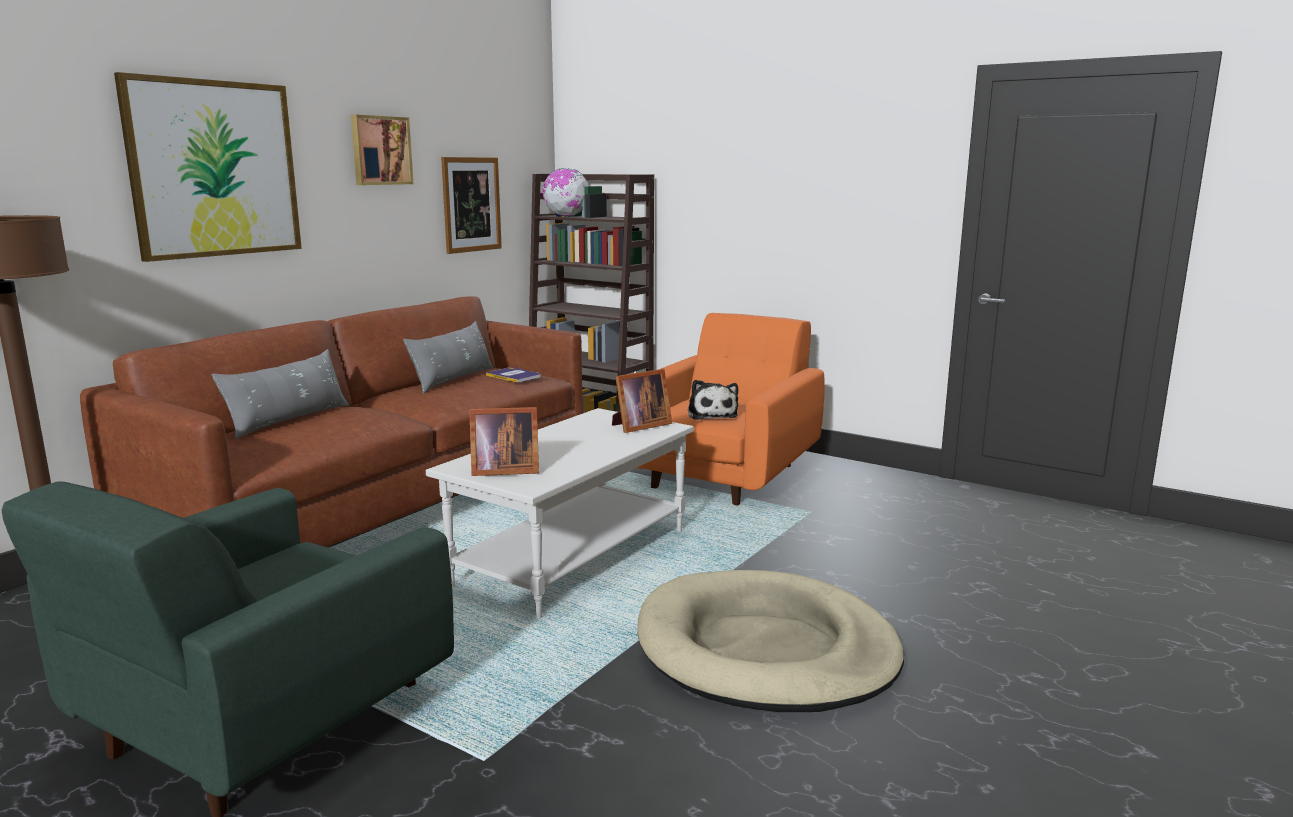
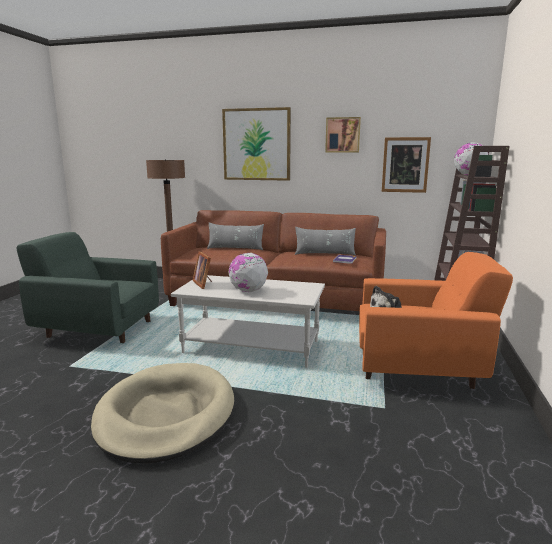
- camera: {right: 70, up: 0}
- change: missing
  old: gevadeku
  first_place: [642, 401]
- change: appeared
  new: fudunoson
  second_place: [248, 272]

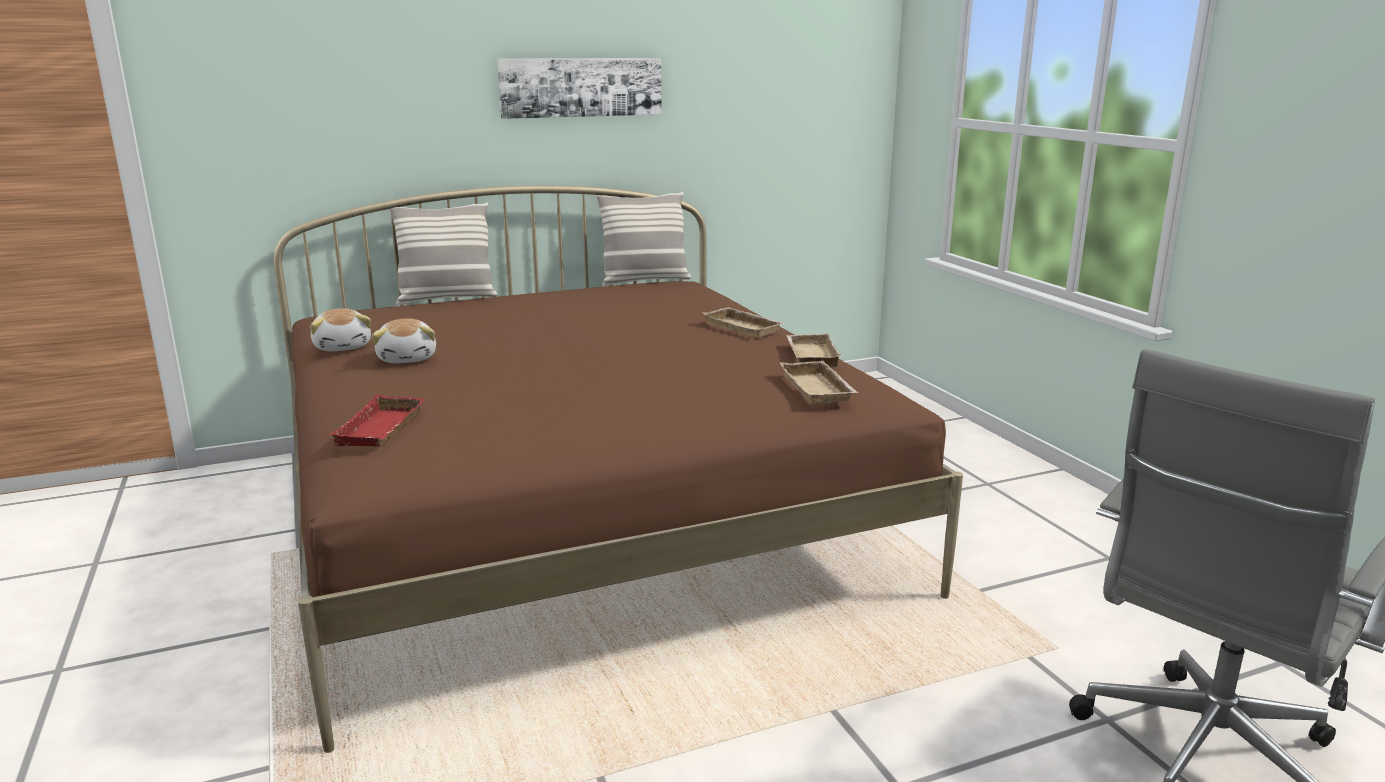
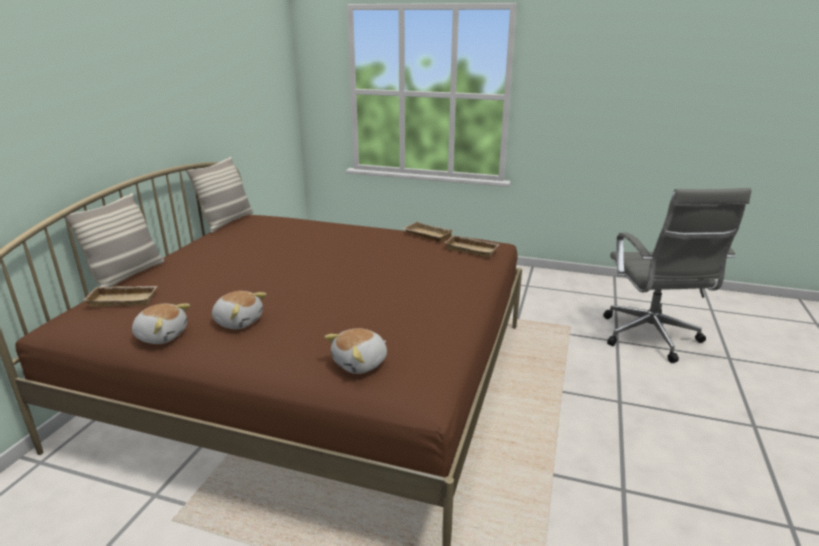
- camera: {right: -50, up: 5}
- change: missing
  old: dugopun
  first_place: [579, 88]
- change: relocated
  old: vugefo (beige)
  first_place: [743, 322]
  second_place: [120, 296]
- change: exchanged
  old: vugefo (red)
  new: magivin
  first_place: [377, 420]
  second_place: [355, 351]

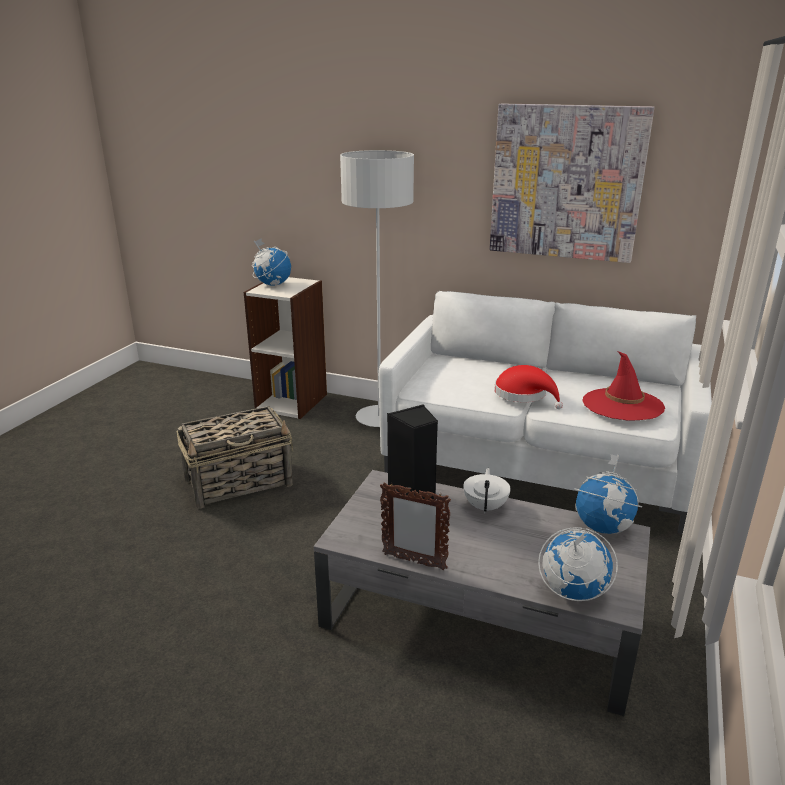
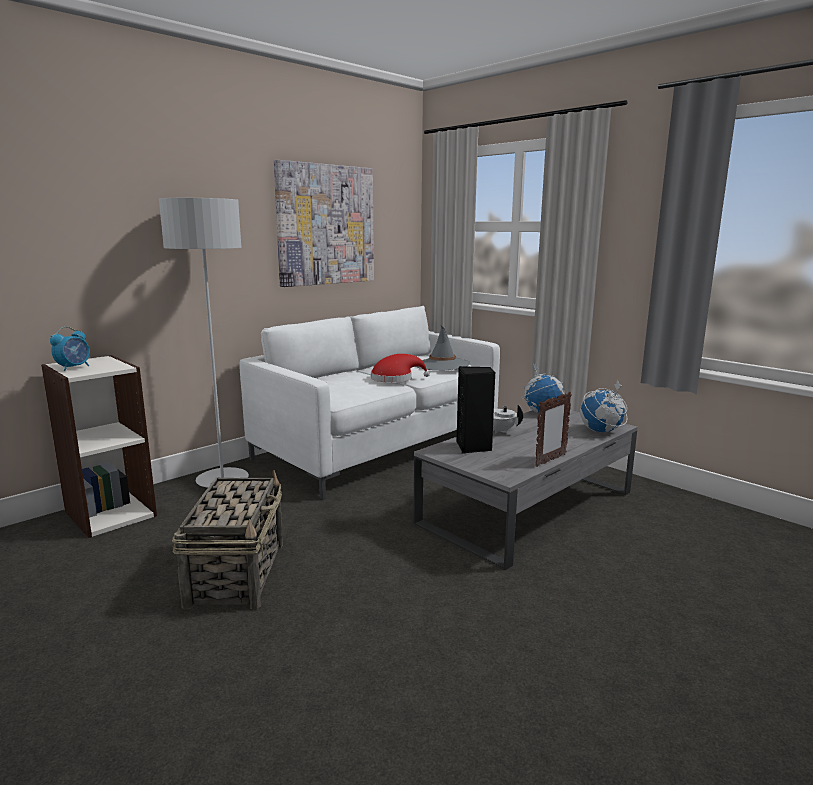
- camera: {right: -65, up: -10}
- change: exchanged
  old: fudunoson
  new: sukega
  first_place: [271, 261]
  second_place: [70, 348]
- change: colour
  old: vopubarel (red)
  new: vopubarel (grey)
  first_place: [623, 386]
  second_place: [444, 348]

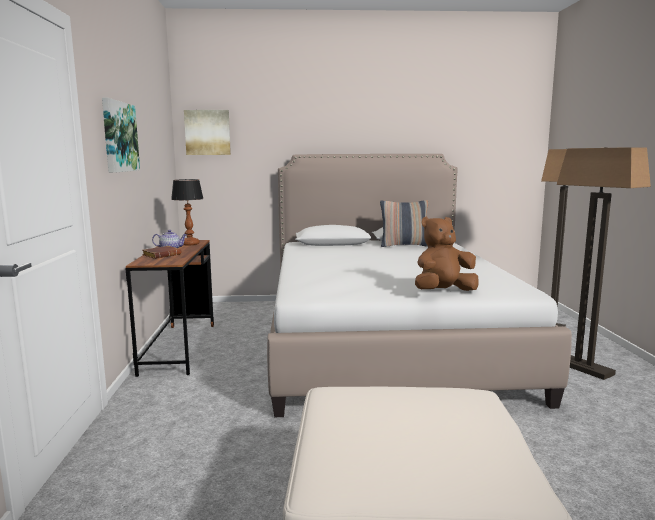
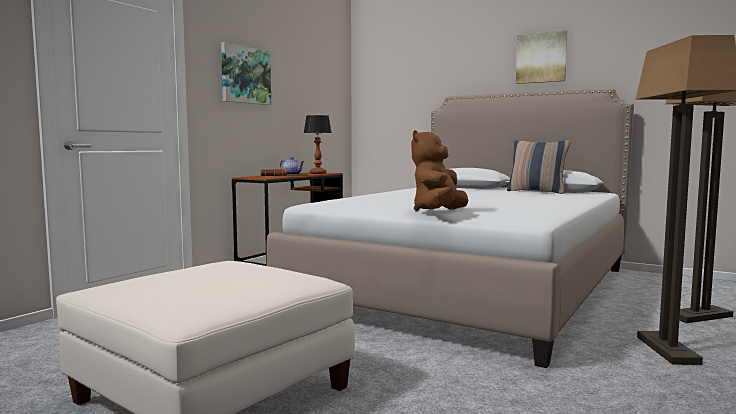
- camera: {right: 35, up: -5}
- change: relocated
  old: dugopun
  first_place: [207, 132]
  second_place: [542, 57]
- change: spun
  old: magivin (brown)
  first_place: [446, 254]
  second_place: [439, 170]
  degrees: -75

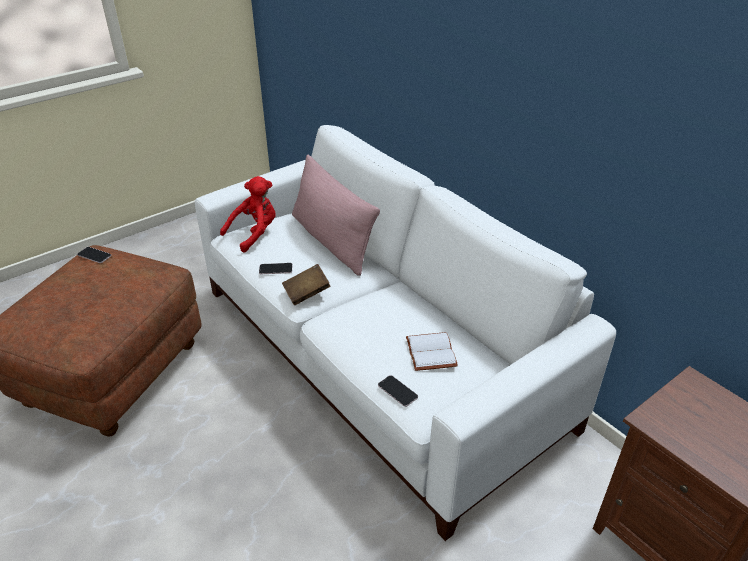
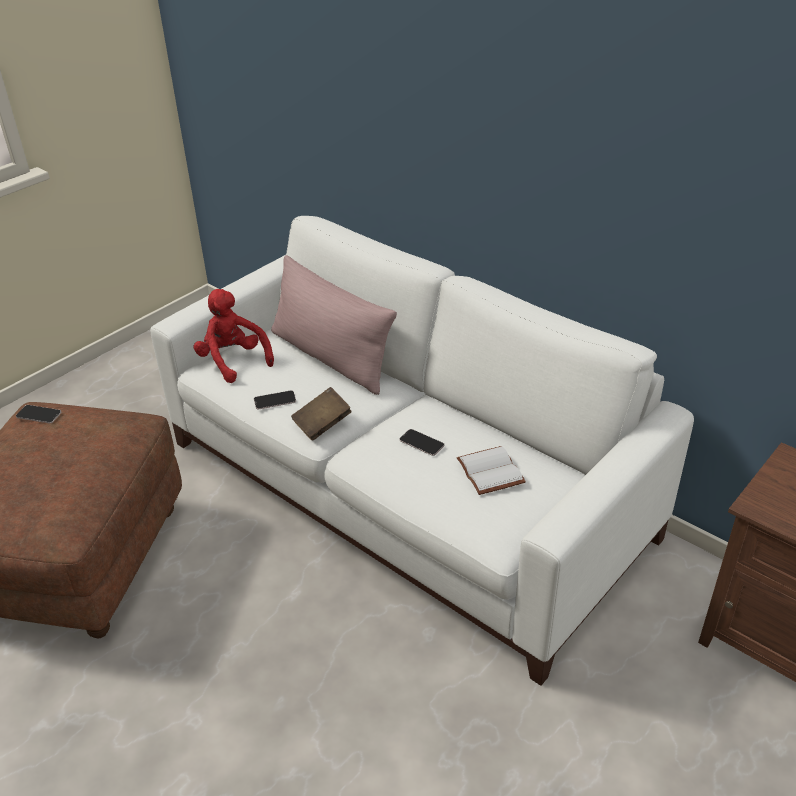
- camera: {right: -10, up: 0}
- change: relocated
  old: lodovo
  first_place: [398, 391]
  second_place: [421, 442]
- change: spun
  old: magivin (red)
  first_place: [248, 214]
  second_place: [234, 336]
  degrees: -75

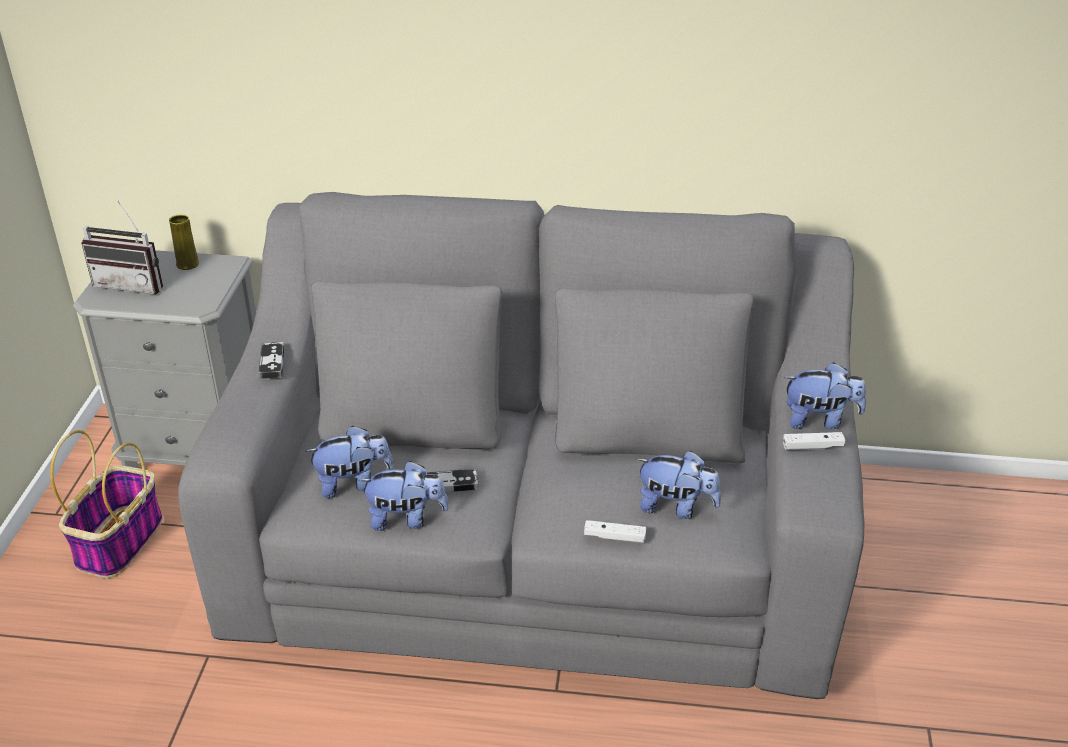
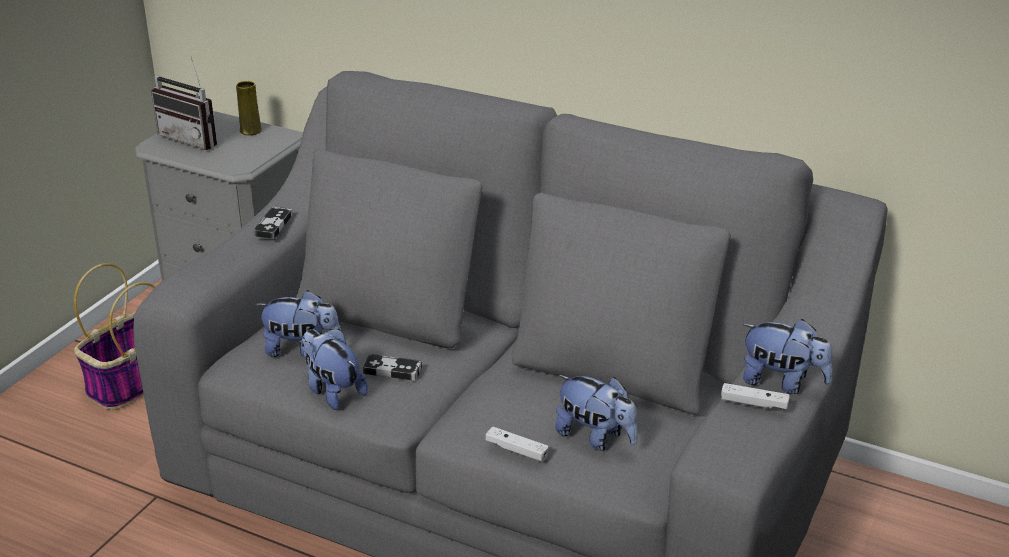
- camera: {right: 20, up: -5}
- change: spun
  old: magivin
  first_place: [403, 496]
  second_place: [334, 369]
  degrees: -150

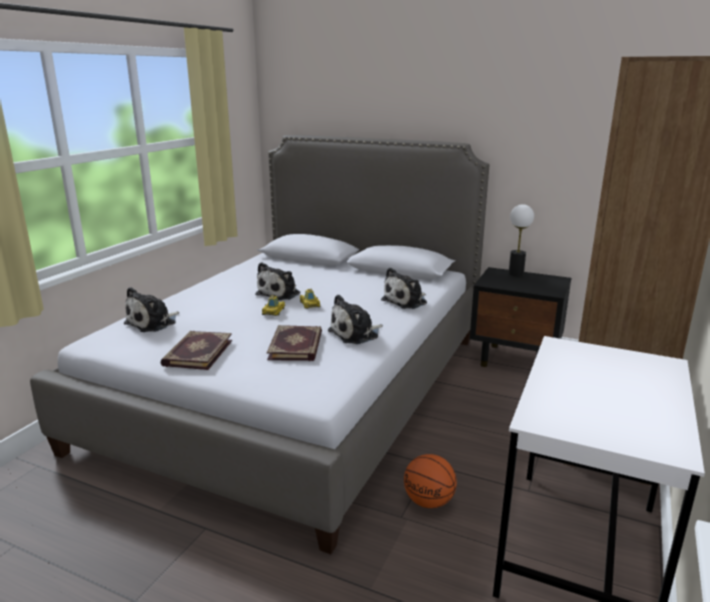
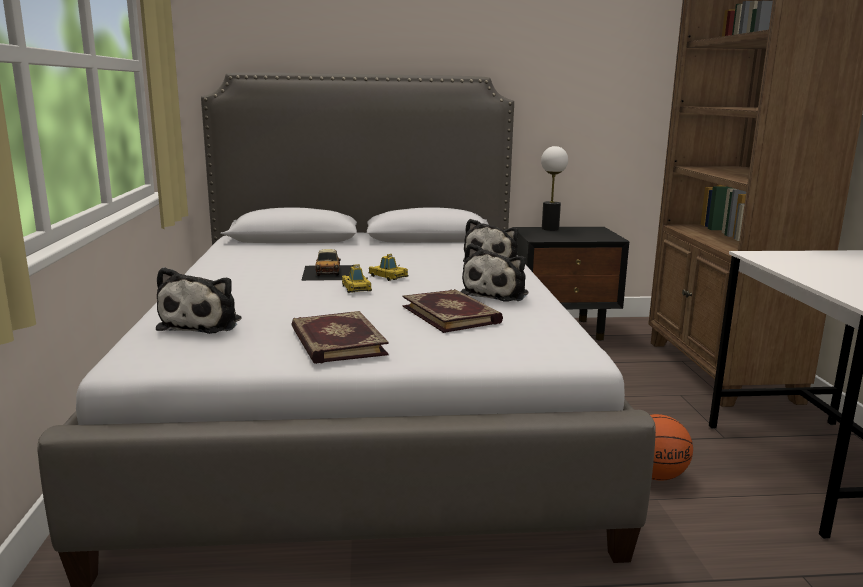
- camera: {right: -30, up: -5}
- change: exchanged
  old: magivin
  new: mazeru
  first_place: [277, 281]
  second_place: [327, 265]

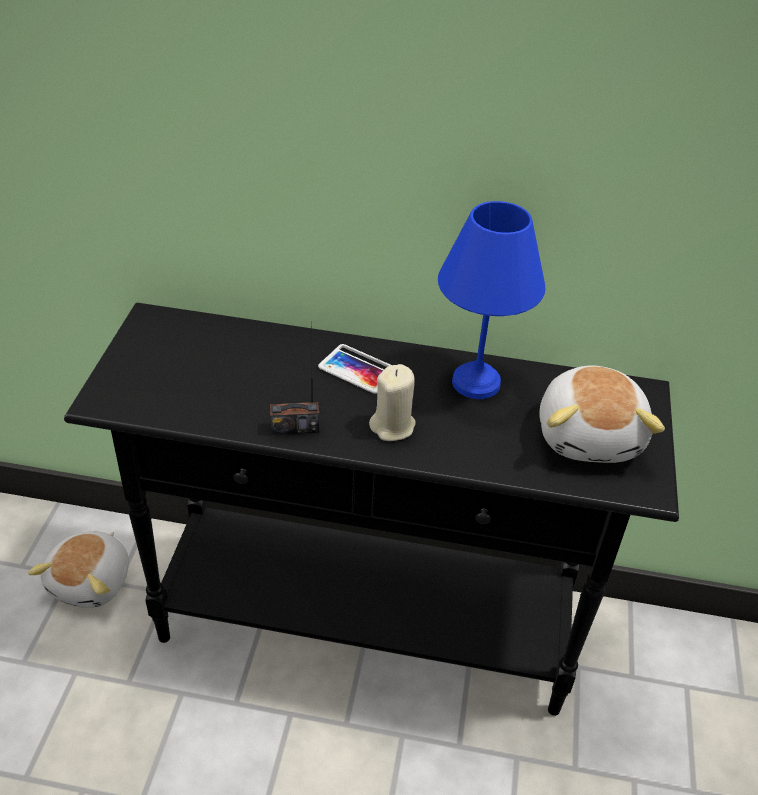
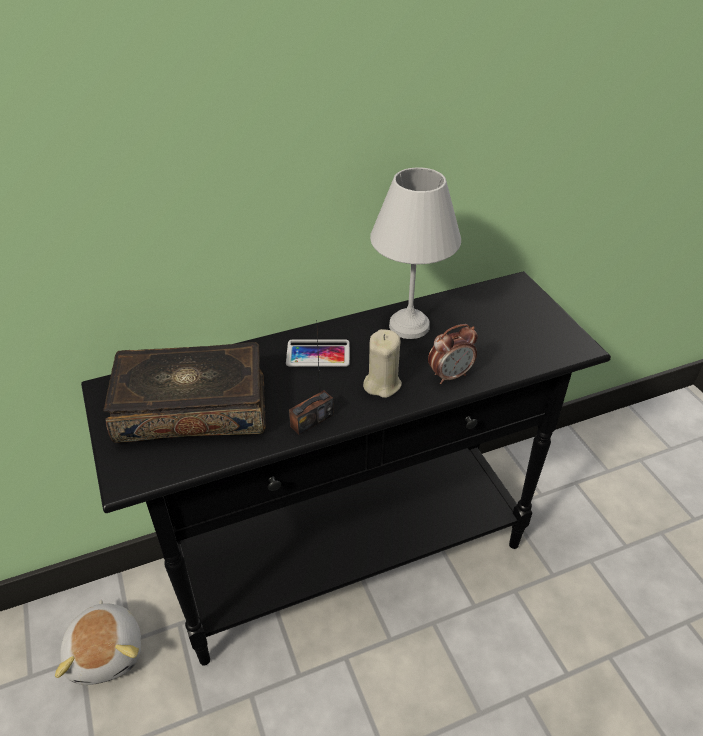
- camera: {right: -30, up: 0}
- change: missing
  old: magivin
  first_place: [602, 414]
- change: appeared
  new: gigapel
  second_place: [184, 392]
- change: appeared
  new: sukega
  second_place: [453, 354]
- change: colour
  old: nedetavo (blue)
  new: nedetavo (white)
  first_place: [491, 300]
  second_place: [415, 253]

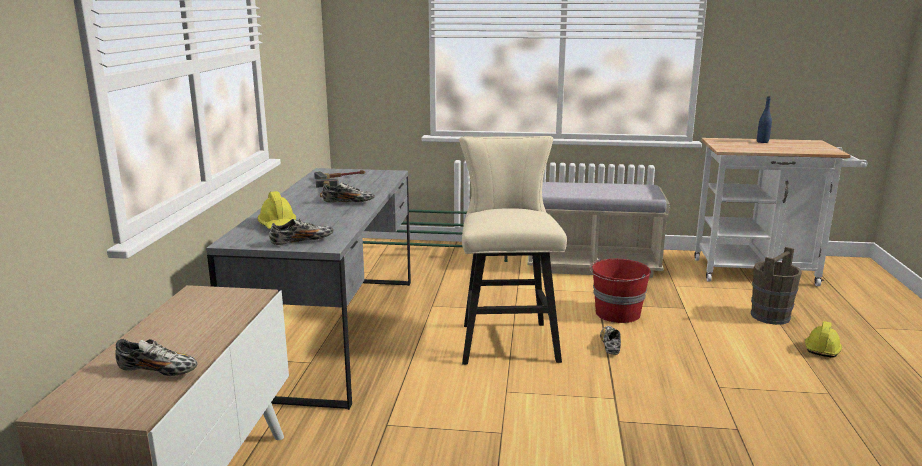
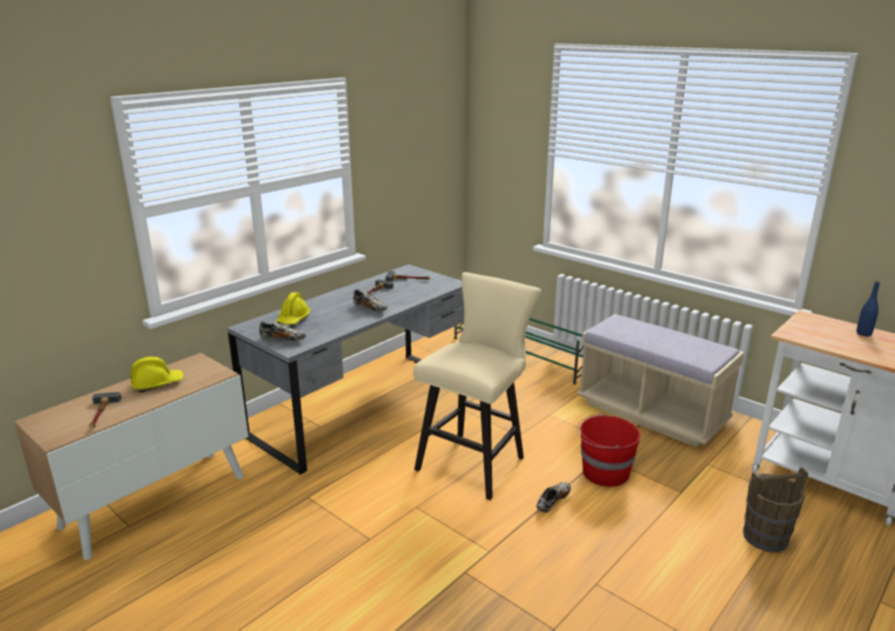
- camera: {right: 35, up: 5}
- change: relocated
  old: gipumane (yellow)
  first_place: [823, 339]
  second_place: [157, 374]
- change: exchanged
  old: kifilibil
  new: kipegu
  first_place: [156, 357]
  second_place: [105, 410]

